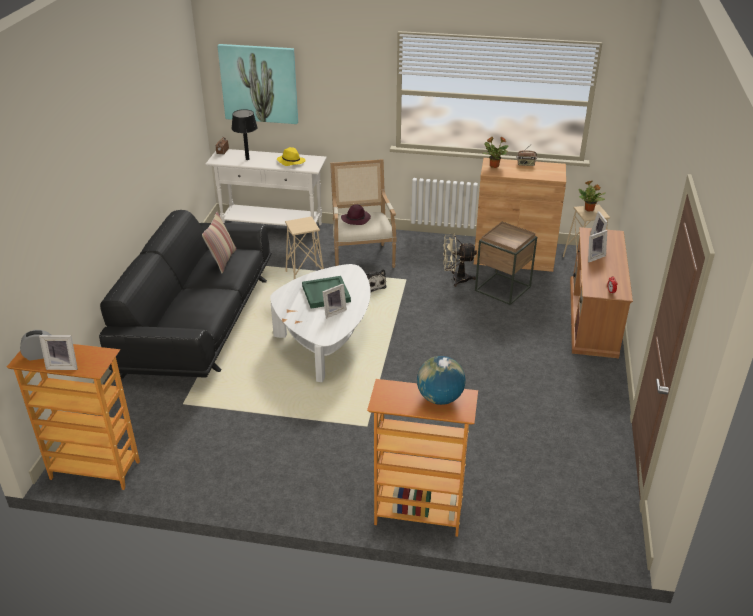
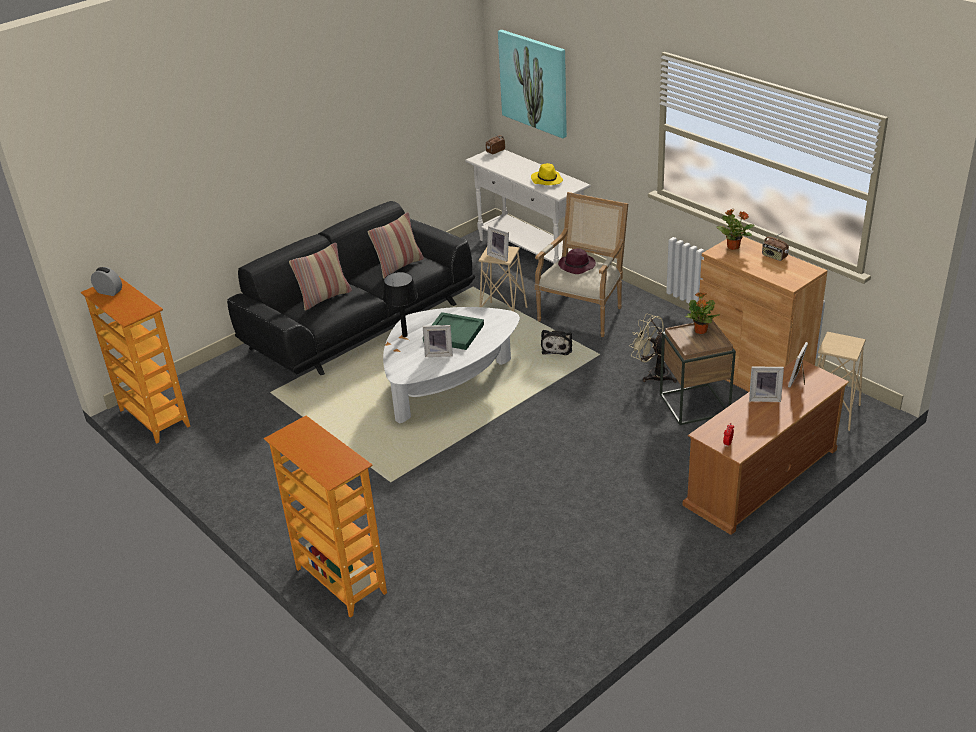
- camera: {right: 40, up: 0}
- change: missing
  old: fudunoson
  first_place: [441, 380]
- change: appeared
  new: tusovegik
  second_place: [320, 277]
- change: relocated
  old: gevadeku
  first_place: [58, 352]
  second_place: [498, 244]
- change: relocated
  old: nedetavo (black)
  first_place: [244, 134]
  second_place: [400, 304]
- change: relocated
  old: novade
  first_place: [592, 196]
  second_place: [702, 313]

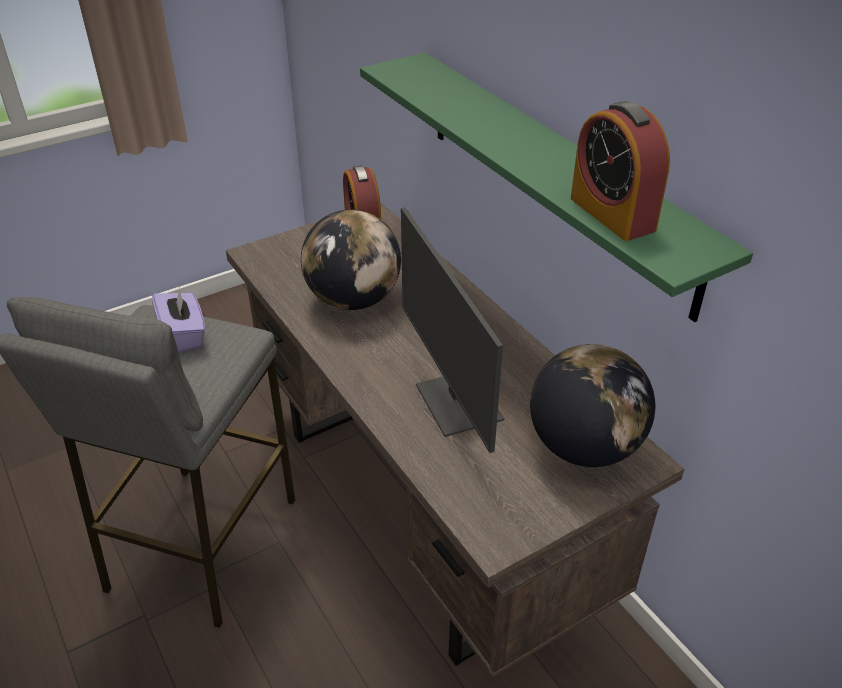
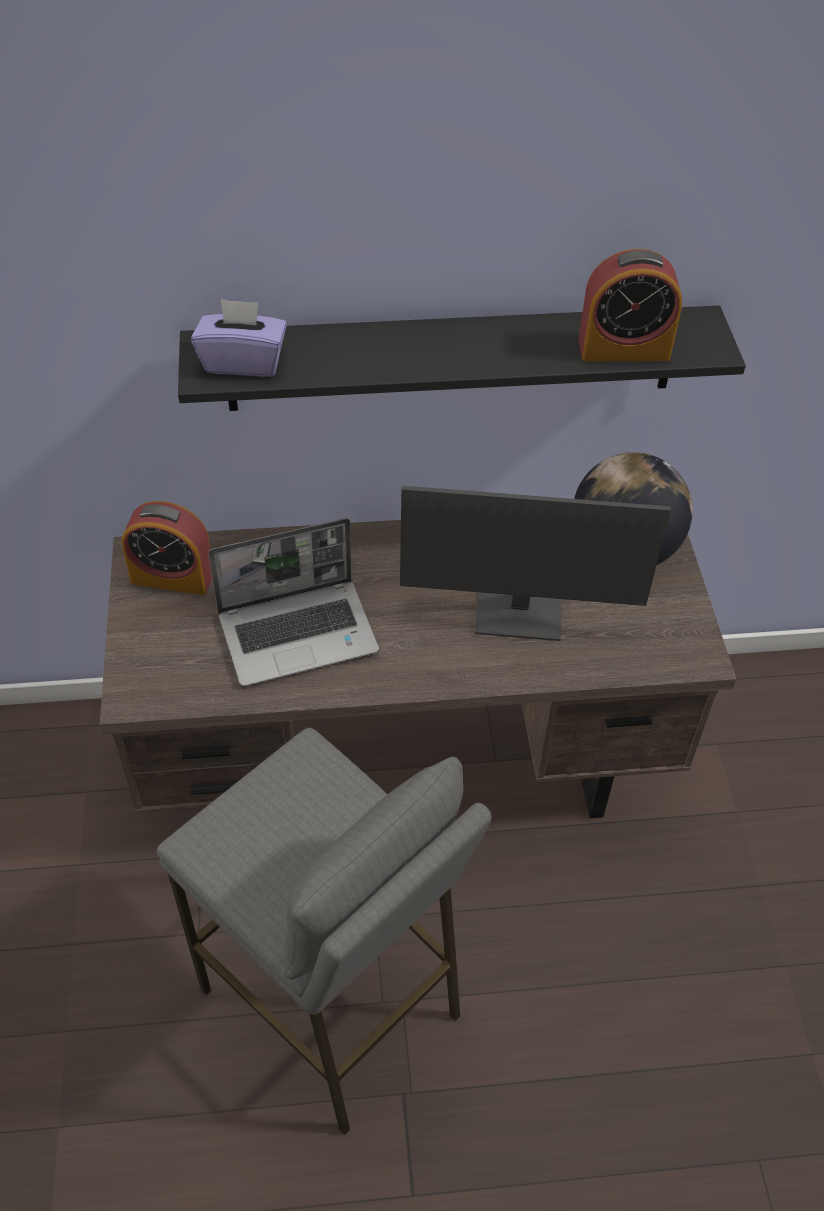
- camera: {right: -65, up: 10}
- change: relocated
  old: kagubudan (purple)
  first_place: [178, 320]
  second_place: [239, 338]
- change: exchanged
  old: fudunoson
  new: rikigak
  first_place: [351, 260]
  second_place: [293, 602]
- change: colour
  old: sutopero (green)
  new: sutopero (black)
  first_place: [556, 187]
  second_place: [462, 358]

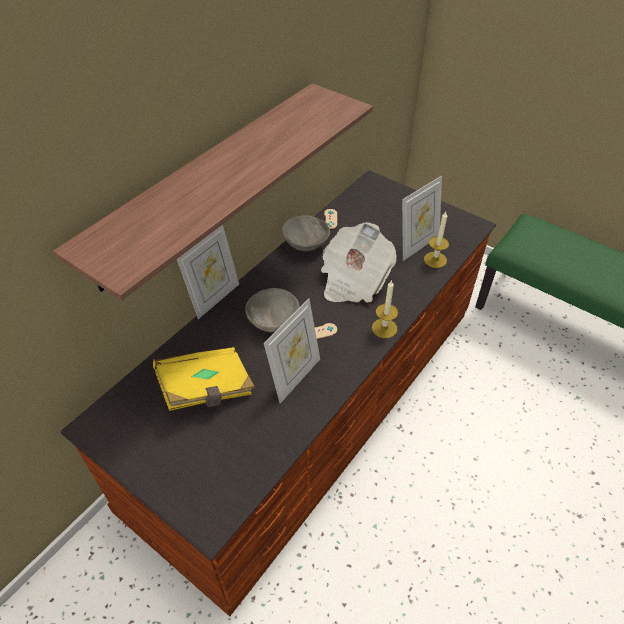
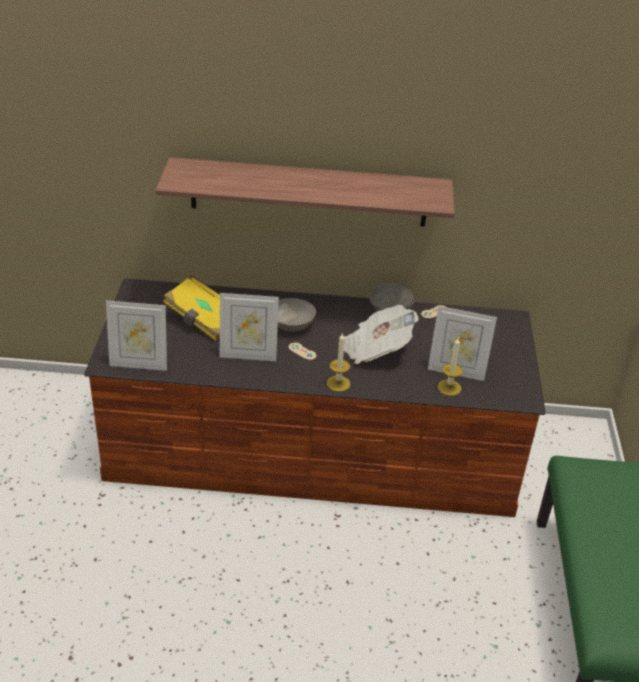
- camera: {right: 55, up: -10}
- change: relocated
  old: gevadeku
  first_place: [208, 272]
  second_place: [136, 336]

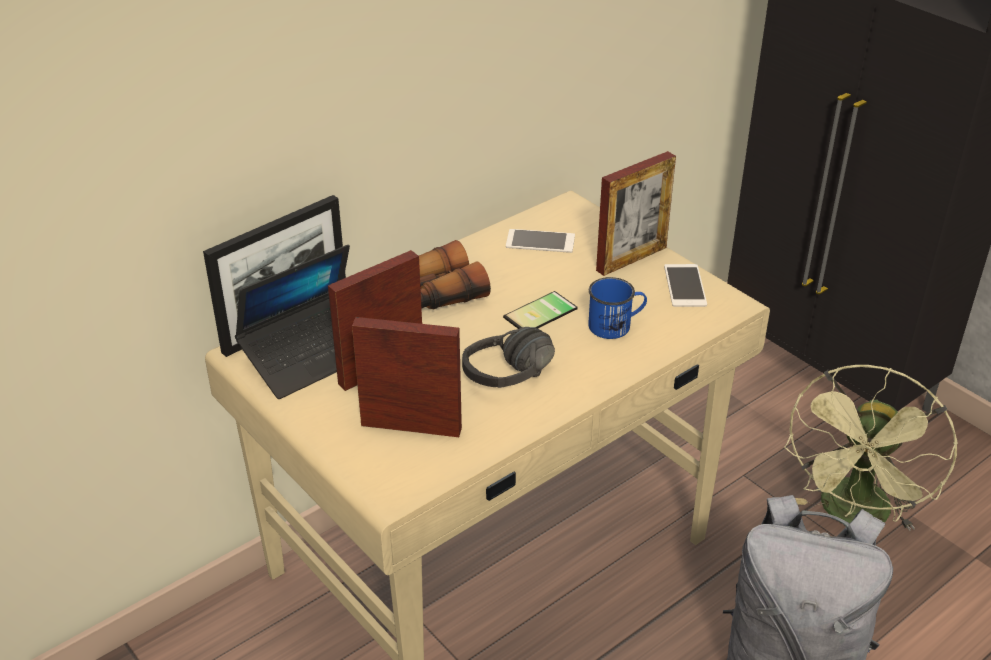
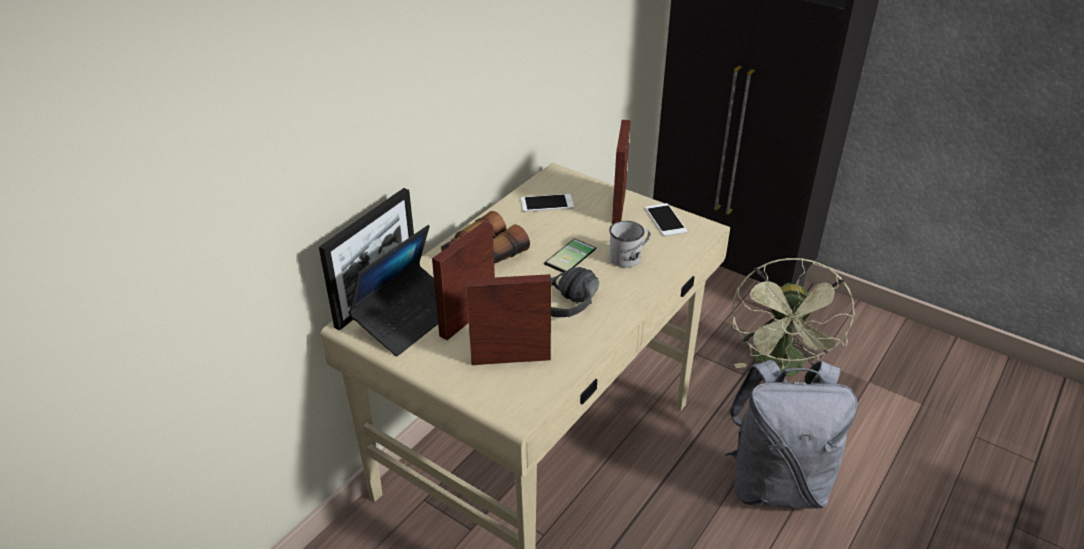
- camera: {right: -15, up: 0}
- change: colour
  old: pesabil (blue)
  new: pesabil (white)
  first_place: [617, 308]
  second_place: [630, 244]
- change: spun
  old: gevadeku
  first_place: [636, 213]
  second_place: [621, 172]
  degrees: 150

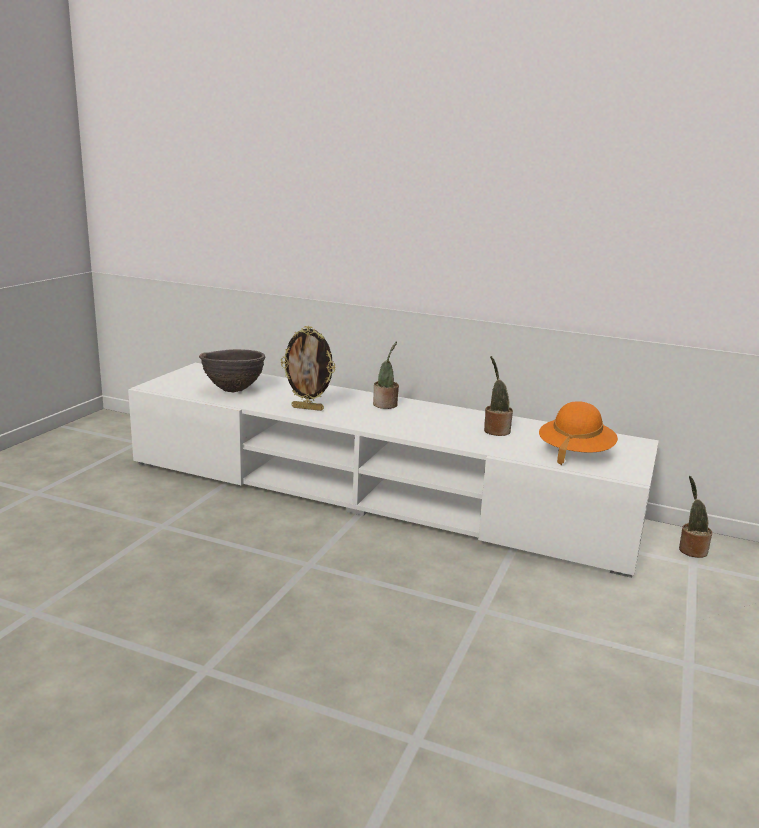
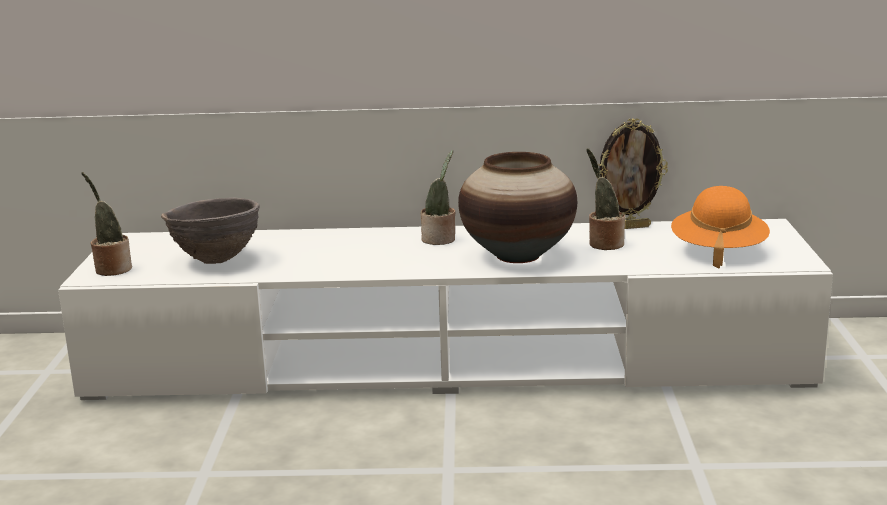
- camera: {right: -20, up: 0}
- change: appeared
  new: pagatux
  second_place: [517, 207]
- change: relocated
  old: gevadeku
  first_place: [308, 368]
  second_place: [633, 173]
- change: relocated
  old: novade
  first_place: [695, 517]
  second_place: [106, 224]

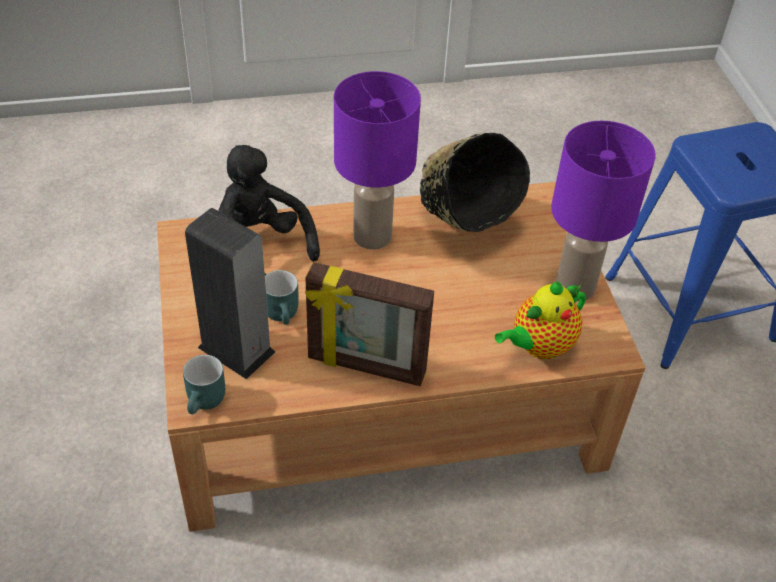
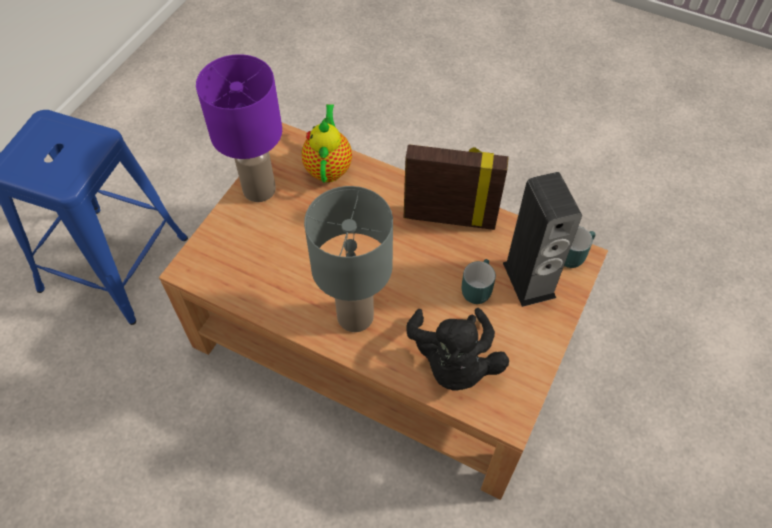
- camera: {right: -140, up: 10}
- change: missing
  old: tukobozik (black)
  first_place: [474, 182]
- change: colour
  old: nedetavo (purple)
  new: nedetavo (grey)
  first_place: [377, 160]
  second_place: [348, 259]
- change: spun
  old: gevadeku
  first_place: [369, 324]
  second_place: [456, 187]
  degrees: -45
- change: spun
  old: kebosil
  first_place: [540, 320]
  second_place: [327, 143]
  degrees: -90

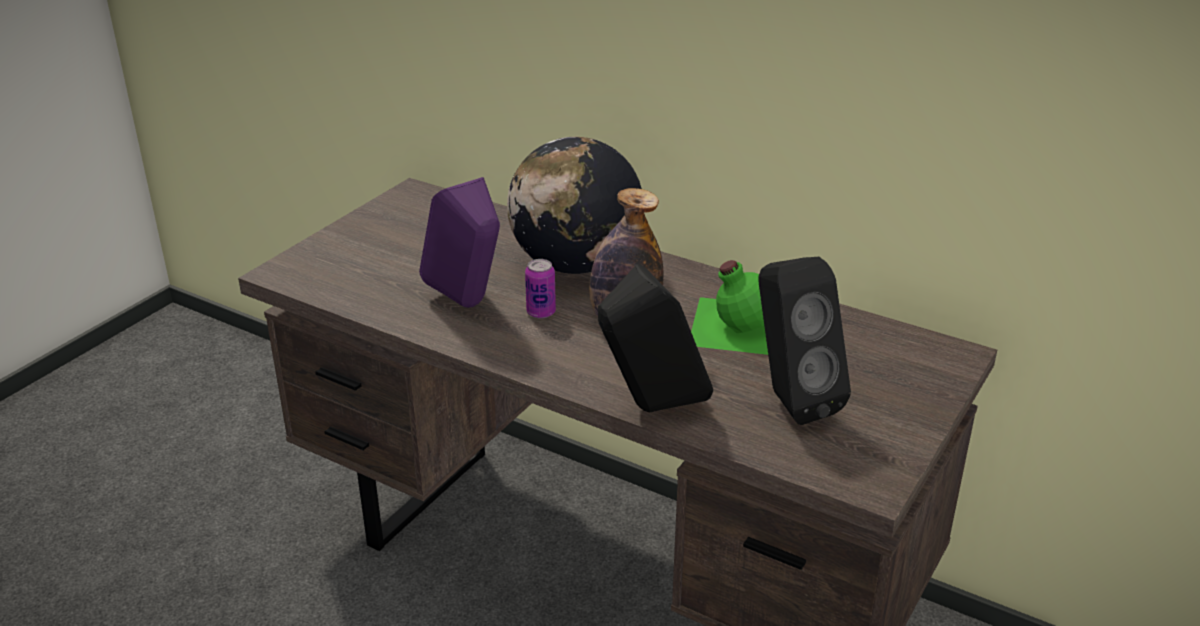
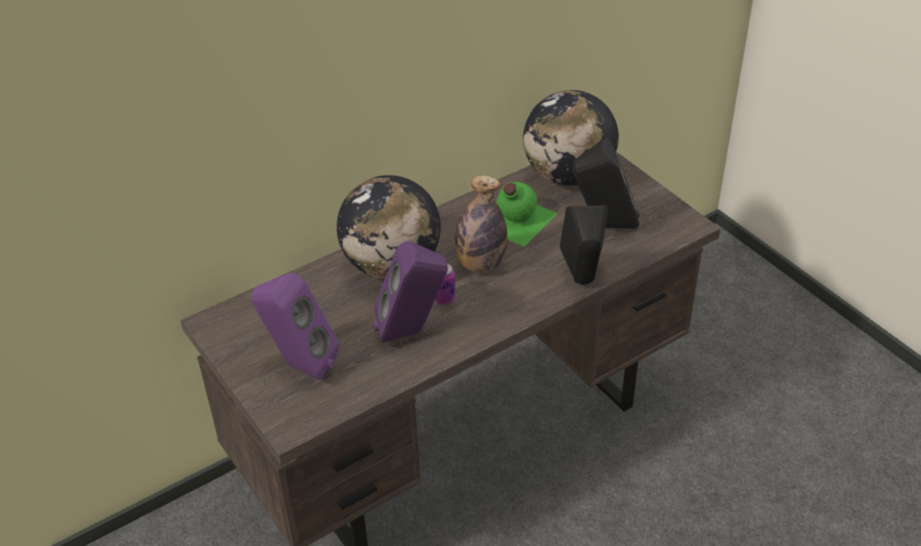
- camera: {right: -65, up: 10}
- change: appeared
  new: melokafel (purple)
  second_place: [295, 326]
- change: appeared
  new: fudunoson
  second_place: [571, 138]

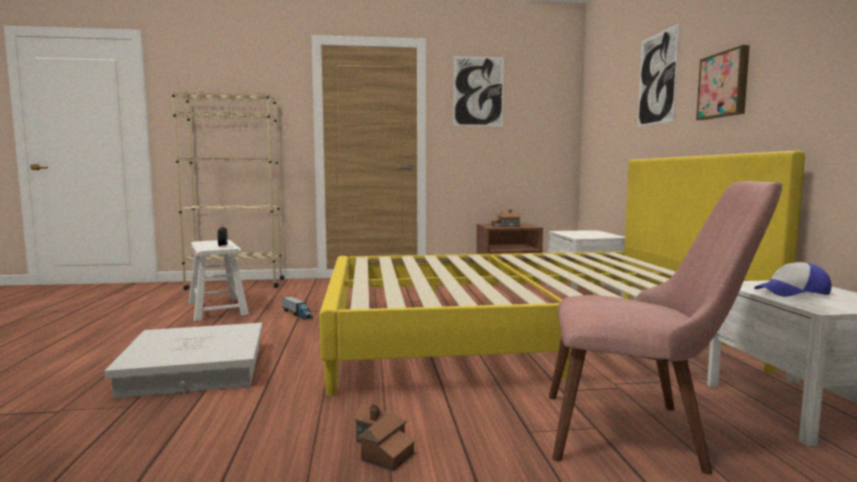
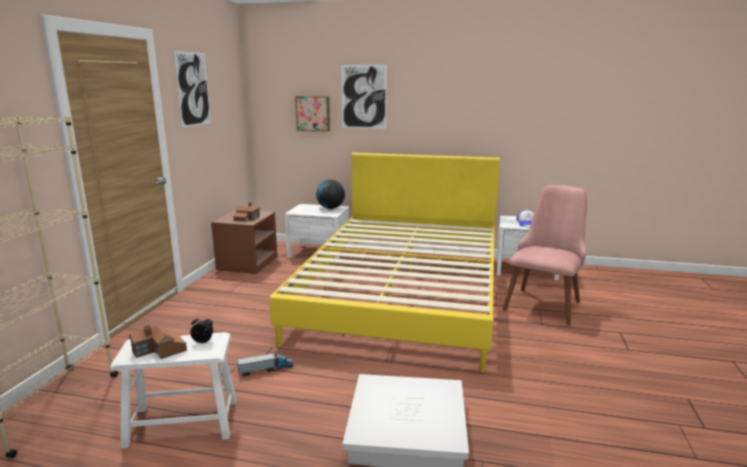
- camera: {right: -70, up: 10}
- change: appeared
  new: fudunoson
  second_place: [330, 194]
- change: relocated
  old: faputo
  first_place: [384, 437]
  second_place: [158, 342]
- change: relocated
  old: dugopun
  first_place: [723, 82]
  second_place: [312, 114]

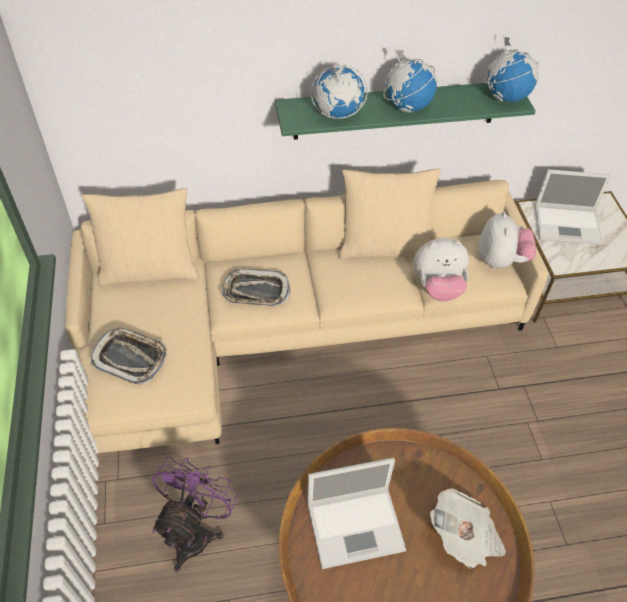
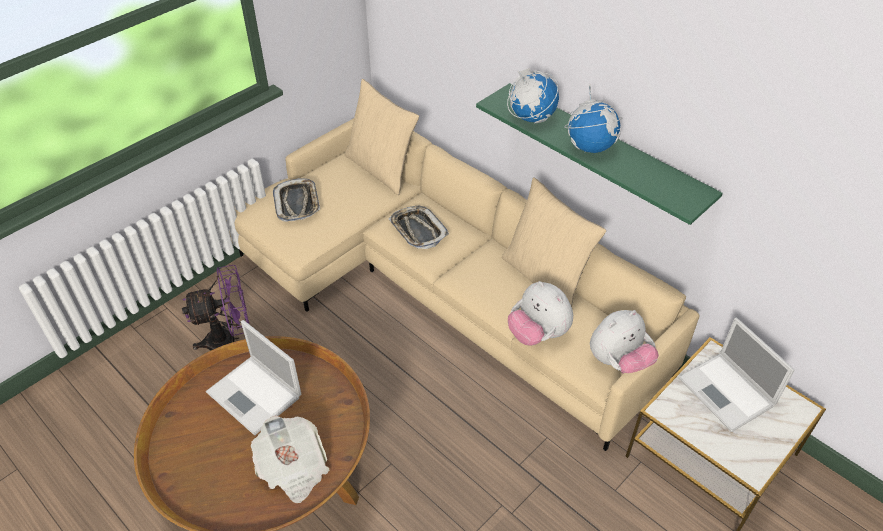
- camera: {right: 55, up: -5}
- change: missing
  old: fudunoson
  first_place: [511, 69]

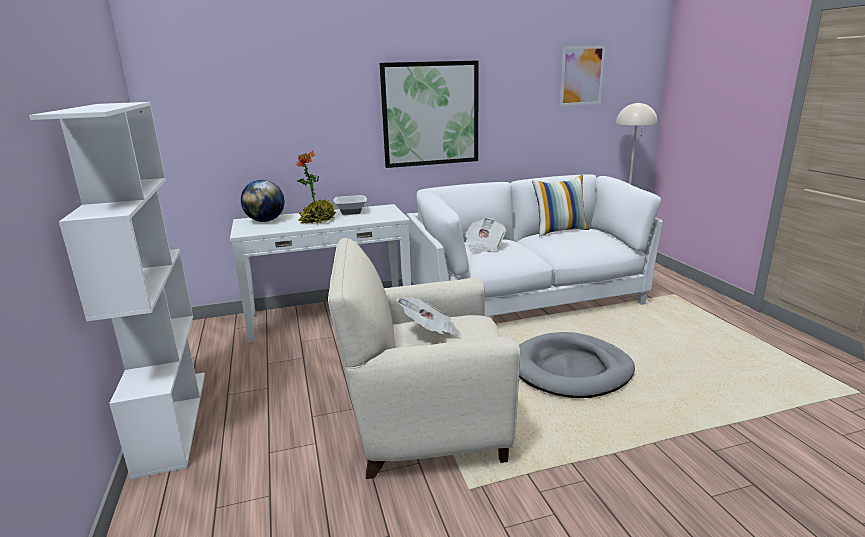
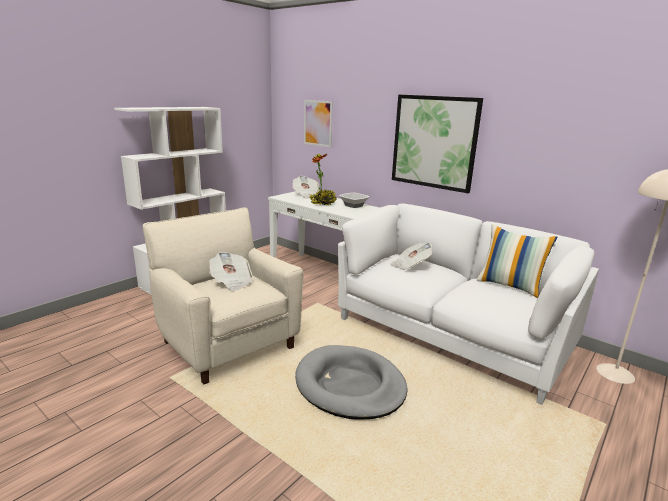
- camera: {right: 55, up: 0}
- change: relocated
  old: dugopun
  first_place: [582, 76]
  second_place: [318, 124]
- change: exchanged
  old: fudunoson
  new: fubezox
  first_place: [262, 201]
  second_place: [306, 187]

